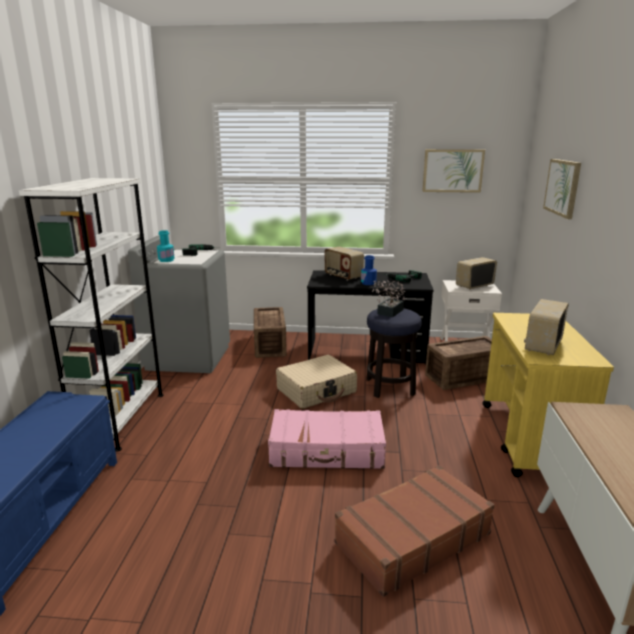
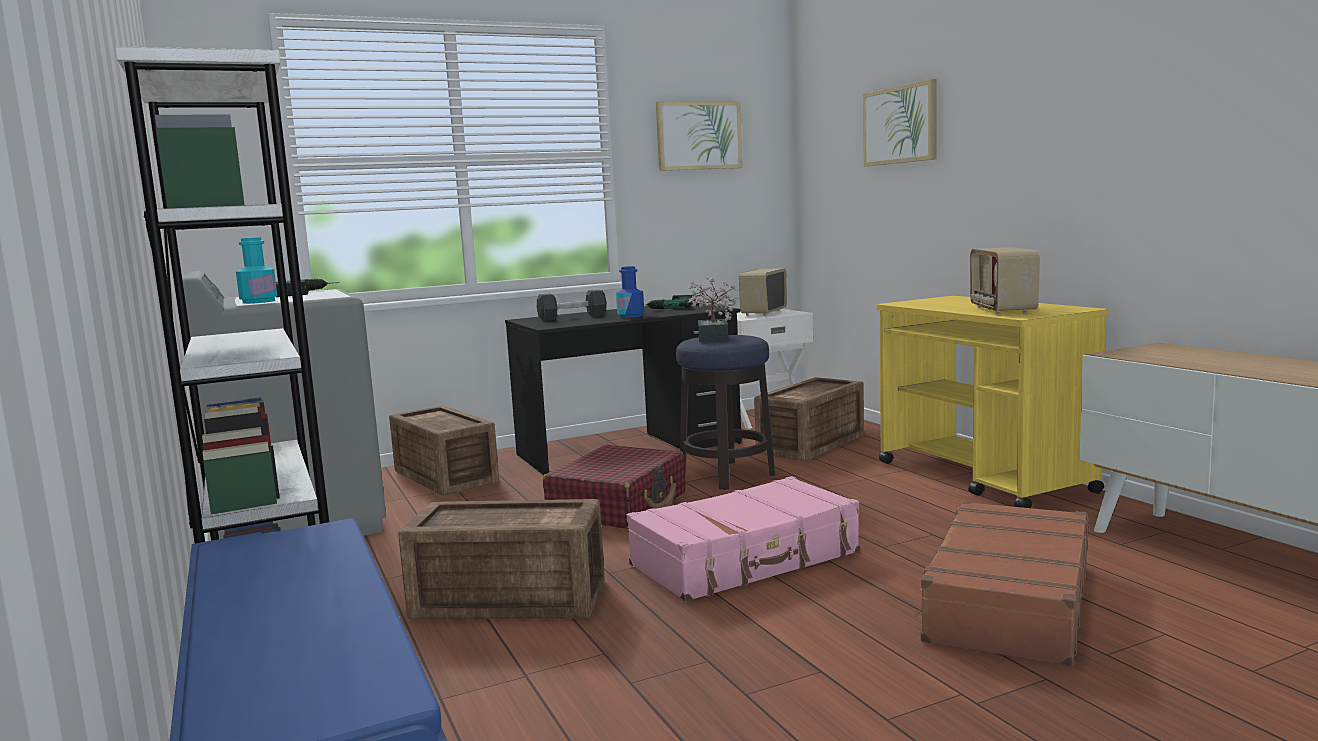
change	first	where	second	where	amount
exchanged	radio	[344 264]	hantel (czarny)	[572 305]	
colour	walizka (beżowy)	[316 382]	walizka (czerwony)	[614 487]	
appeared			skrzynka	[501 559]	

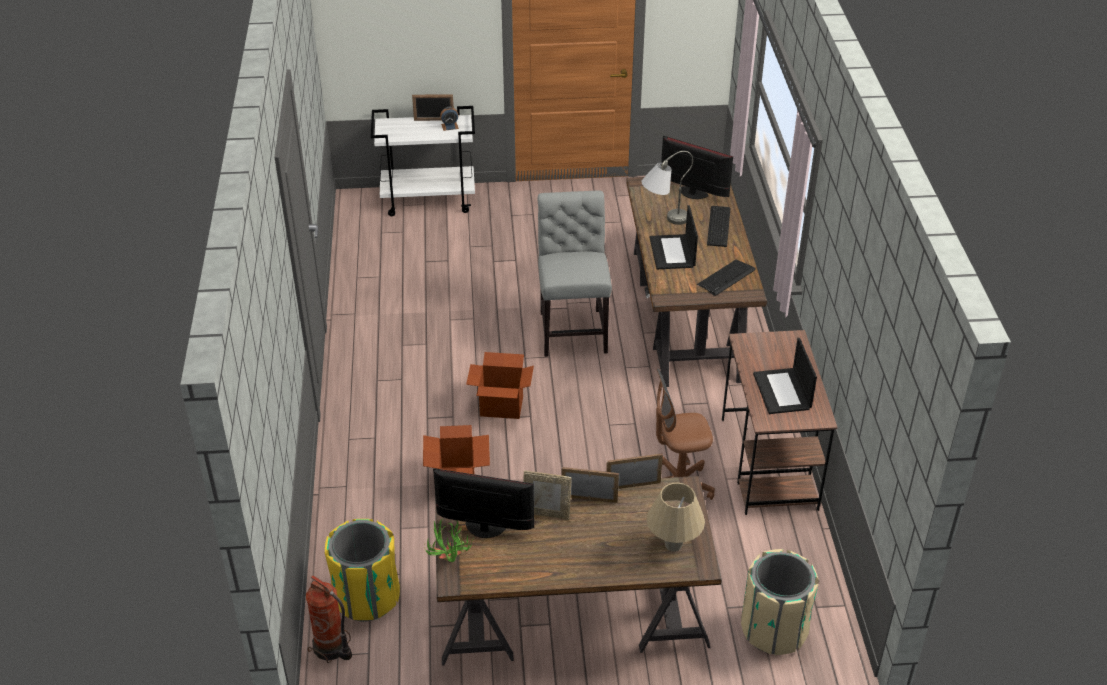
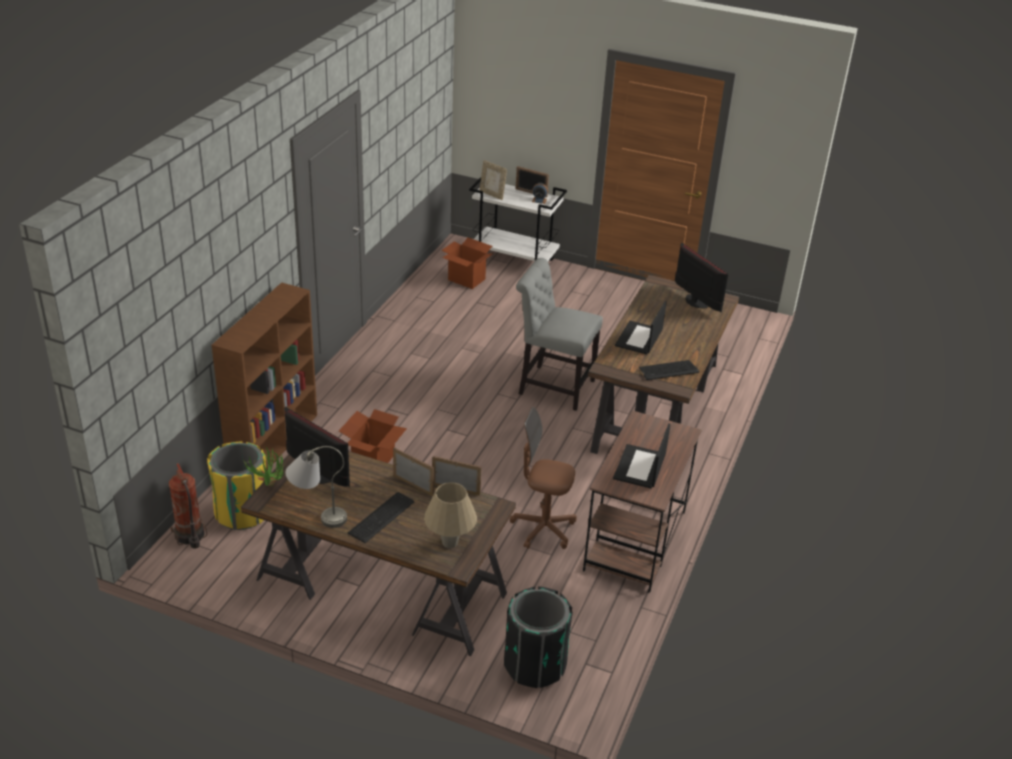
change	first	where	second	where	amount
relocated	lampa stołowa (szary)	[667 188]		[316 487]	
spun	krzesło (szary)	[574 274]		[559 334]	90 degrees counterclockwise
relocated	klawiatura	[719 226]		[381 517]	
relocated	karton	[500 385]		[467 263]	
relocated	ramka na zdjęcie	[547 495]		[493 180]	
colour	kosz na śmieci (beżowy)	[780 602]	kosz na śmieci (czarny)	[538 637]	
appeared			regał (brązowy)	[264 376]	

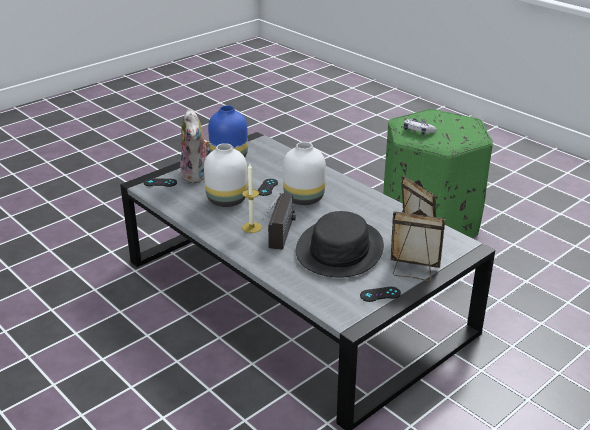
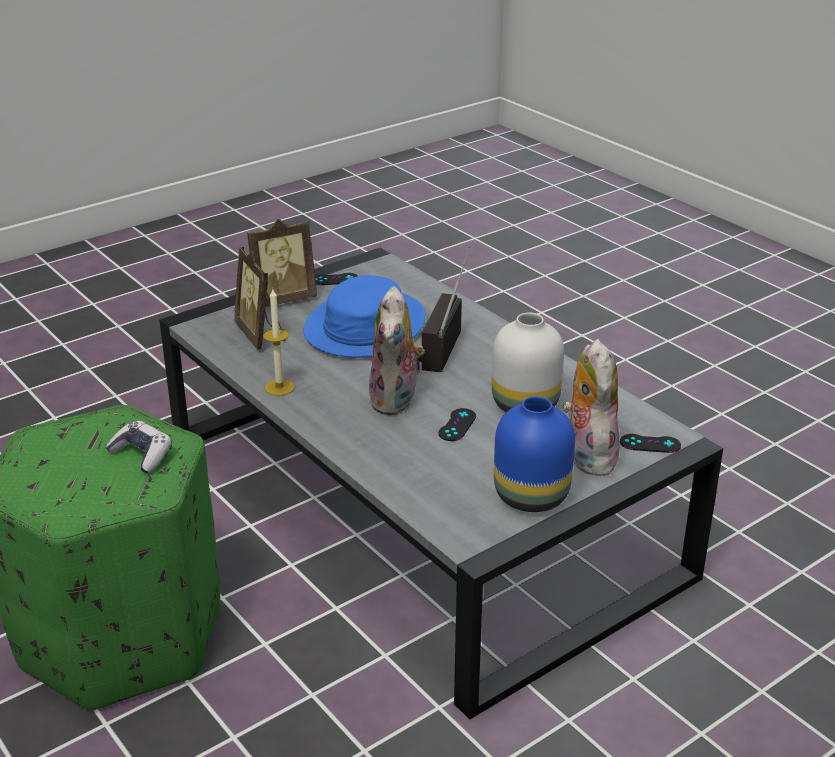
change	first	where	second	where	amount
exchanged	wazon (biały)	[304 173]	pluszak	[397 350]	
relocated	świeca	[252 198]		[279 342]	
spun	ramka na zdjęcie	[418 245]		[282 263]	45 degrees counterclockwise
colour	kapelusz (czarny)	[340 244]	kapelusz (niebieski)	[365 316]	

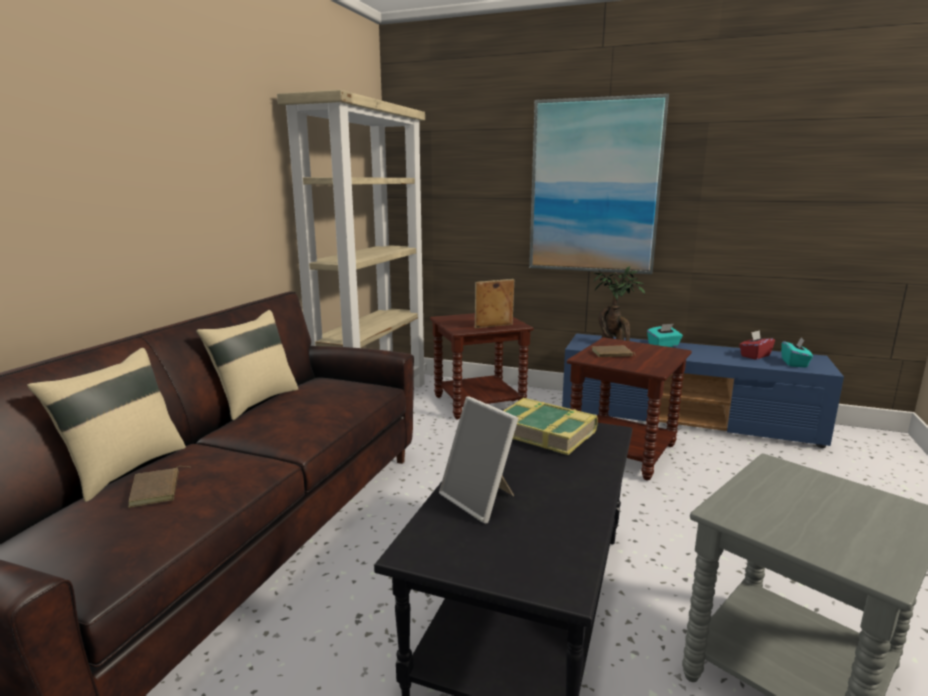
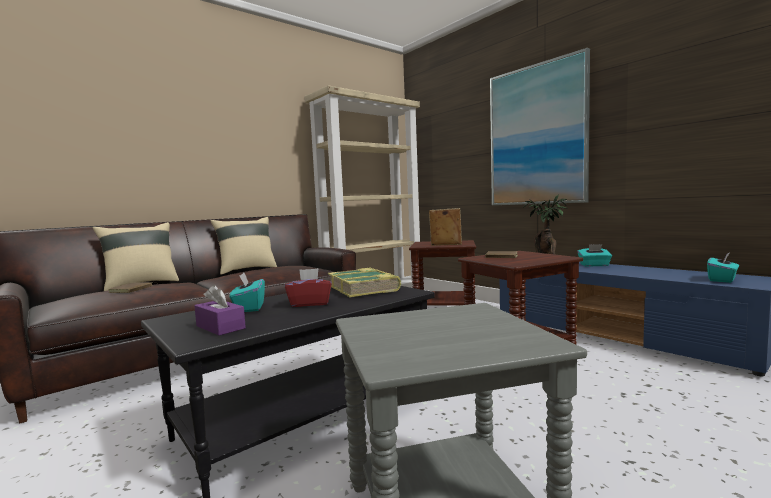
change	first	where	second	where	amount
relocated	pudełko chusteczek (czerwony)	[757 345]		[308 287]	
exchanged	ramka na zdjęcie	[478 459]	pudełko chusteczek (turkusowy)	[247 292]	
appeared			pudełko chusteczek (fioletowy)	[220 310]	

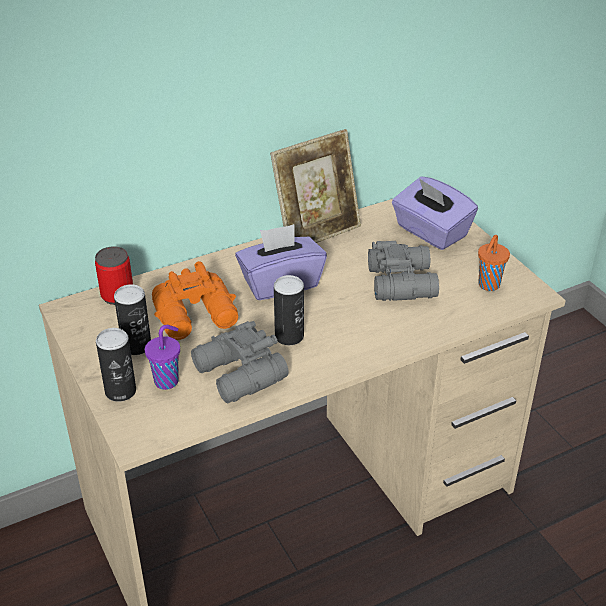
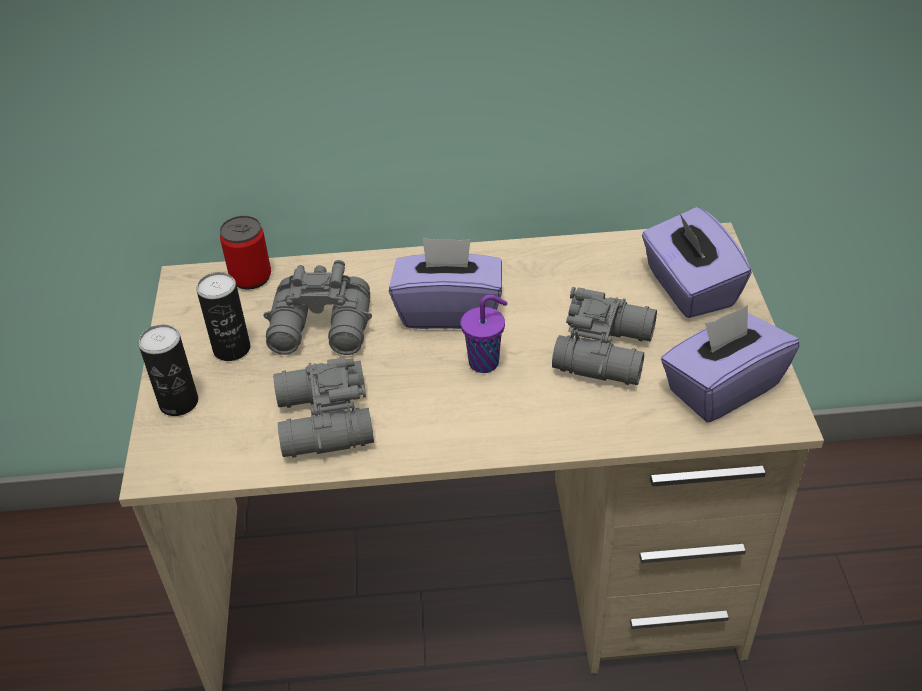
change	first	where	second	where	amount
missing	ramka na zdjęcie	[315 186]			
exchanged	filiżanka (pomarańczowy)	[494 263]	pudełko chusteczek (fioletowy)	[730 364]	
colour	lornetka (pomarańczowy)	[195 300]	lornetka (szary)	[317 307]	
missing	puszka	[289 310]			
relocated	filiżanka (fioletowy)	[162 357]		[484 334]	

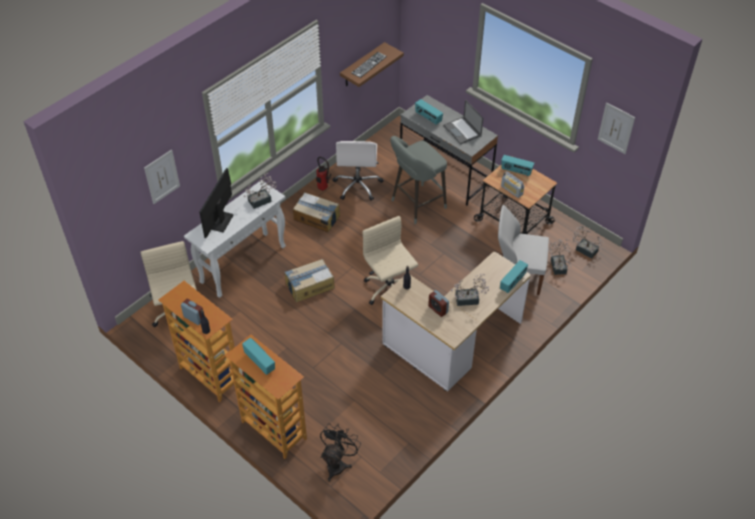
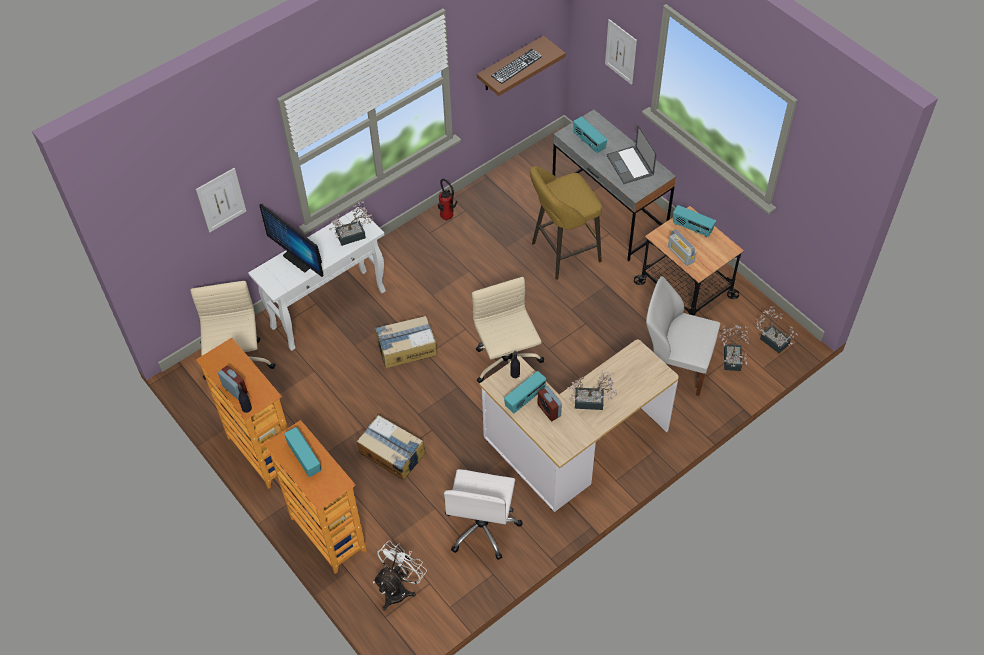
change	first	where	second	where	amount
relocated	obraz	[616 128]		[621 52]	
colour	stołek (szary)	[418 180]	stołek (żółty)	[566 223]	
relocated	krzesło biurowe (biały)	[358 171]		[483 514]	
spun	monitor	[216 203]		[291 240]	75 degrees counterclockwise
relocated	karton	[316 212]		[391 447]	
relocated	radio	[514 276]		[525 392]	
colour	wentylator (czarny)	[340 452]	wentylator (biały)	[400 576]	

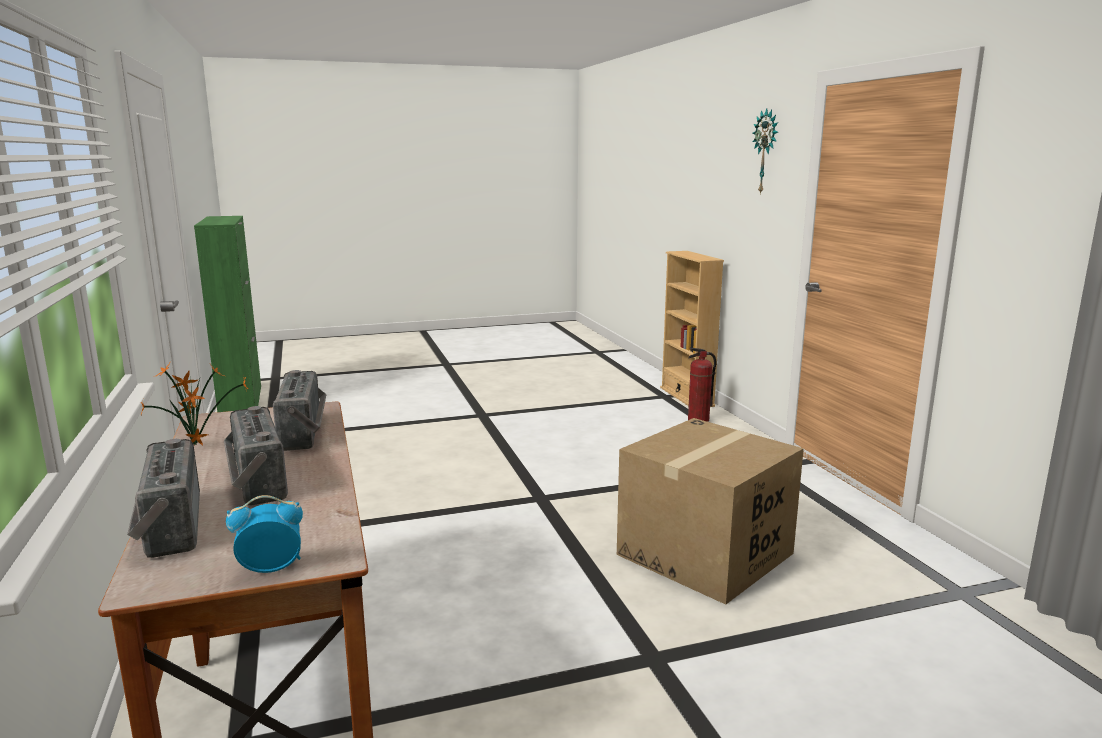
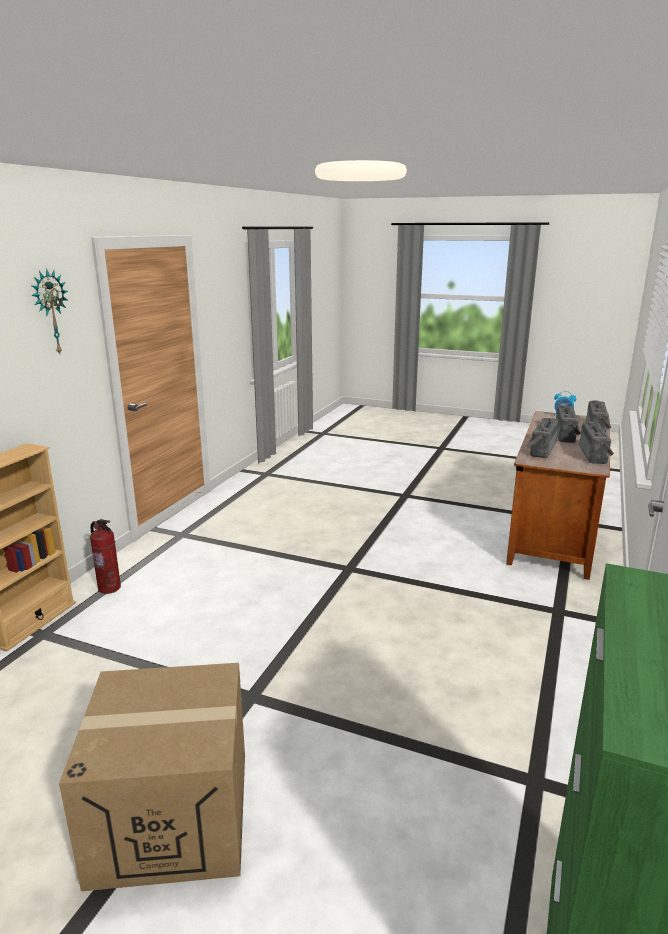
change	first	where	second	where	amount
exchanged	roślina doniczkowa	[194 404]	radio	[596 442]	
relocated	karton	[710 511]		[152 777]	

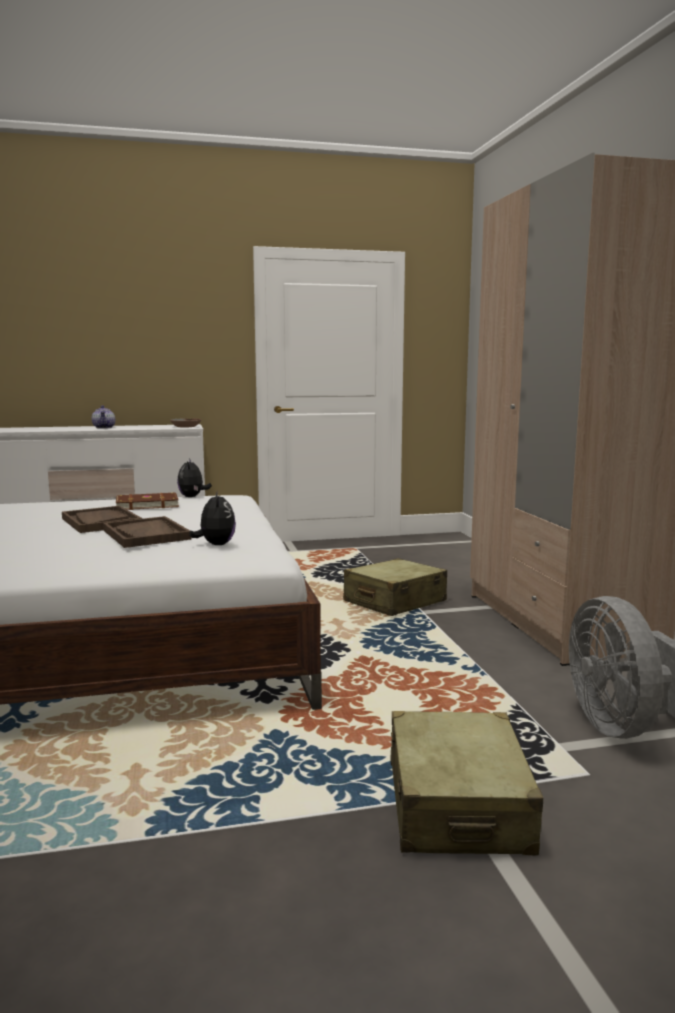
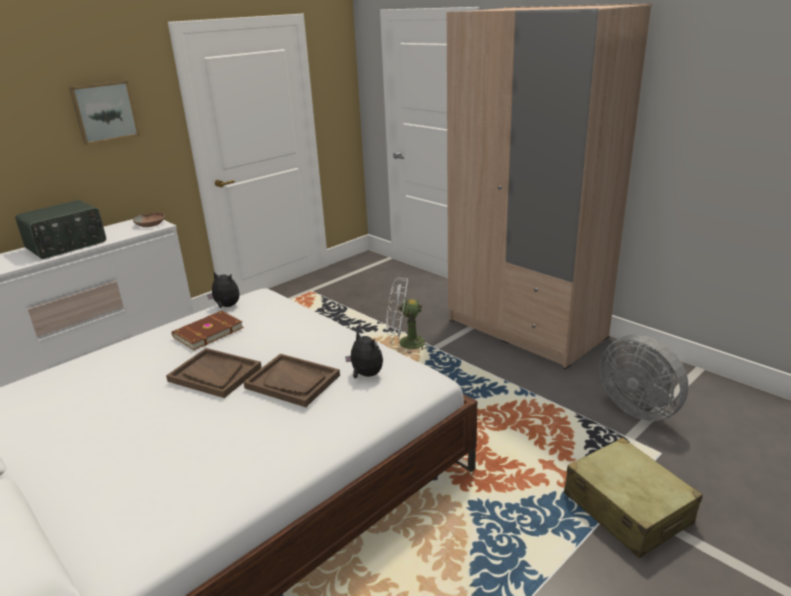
change	first	where	second	where	amount
exchanged	imbryk	[103 417]	radio	[60 229]	
spun	pluszak	[194 477]		[223 290]	150 degrees clockwise
exchanged	walizka (beżowy)	[395 587]	wentylator (biały)	[409 315]	
appeared			obraz	[104 113]	

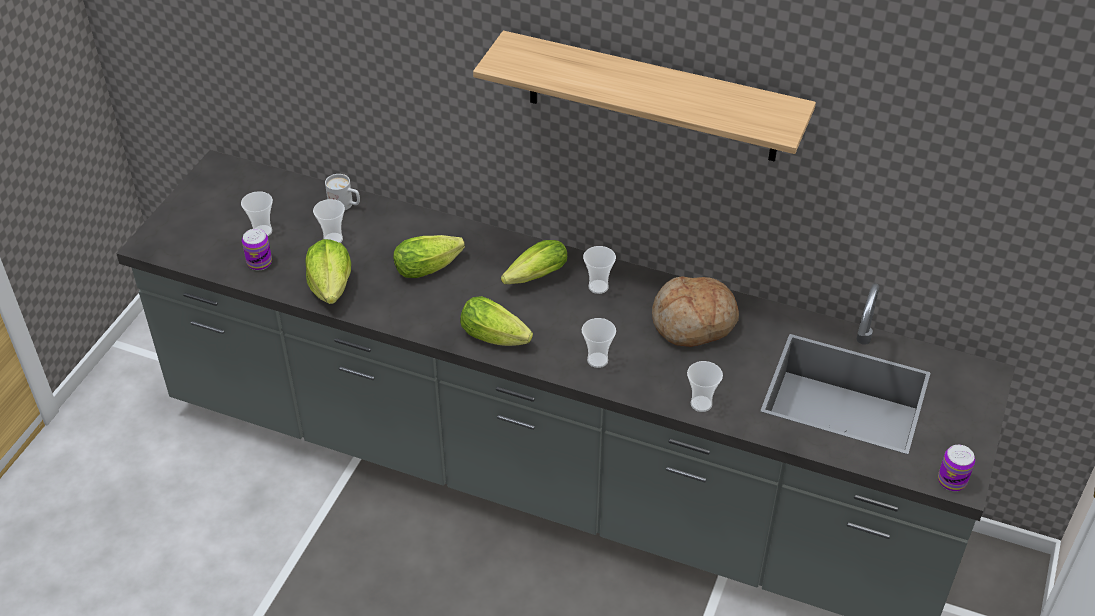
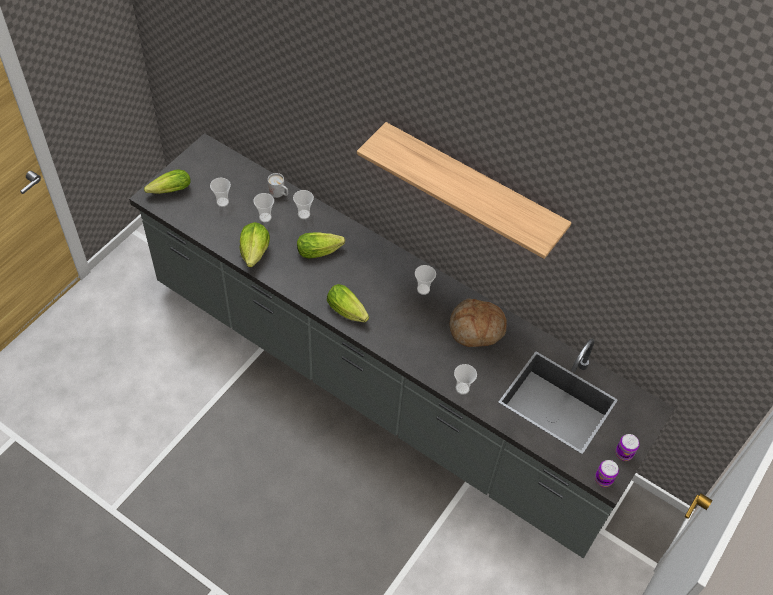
change	first	where	second	where	amount
relocated	puszka	[257 249]		[627 447]	
relocated	sałata	[534 262]		[167 181]	
relocated	filiżanka	[599 343]		[303 204]	

